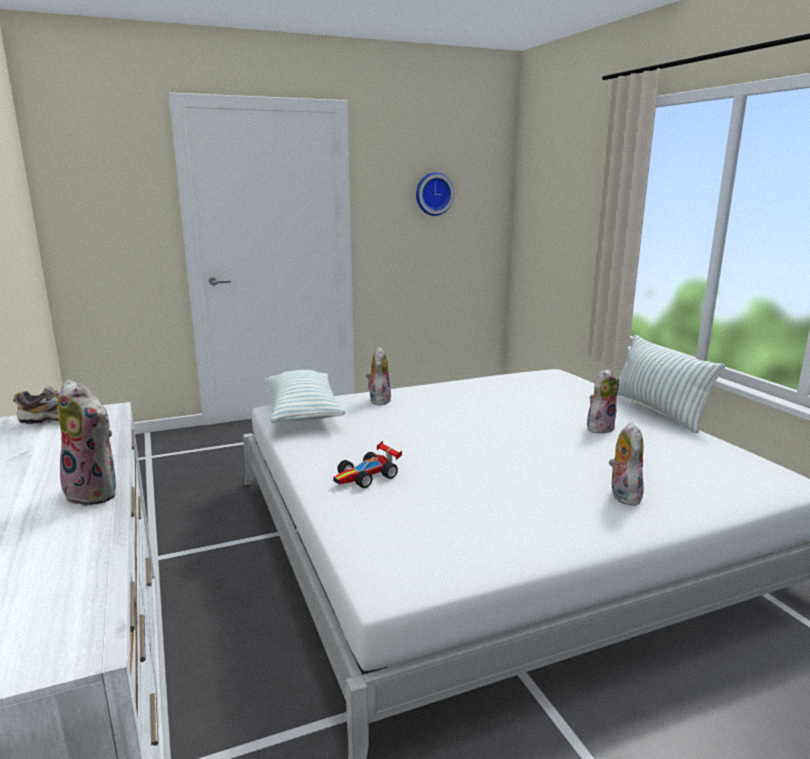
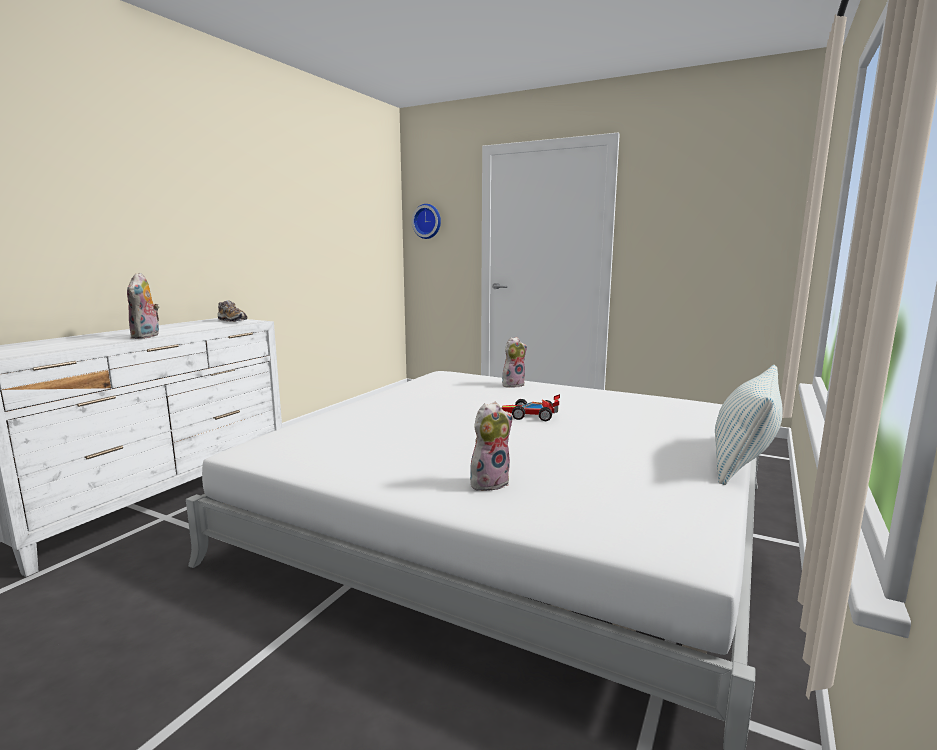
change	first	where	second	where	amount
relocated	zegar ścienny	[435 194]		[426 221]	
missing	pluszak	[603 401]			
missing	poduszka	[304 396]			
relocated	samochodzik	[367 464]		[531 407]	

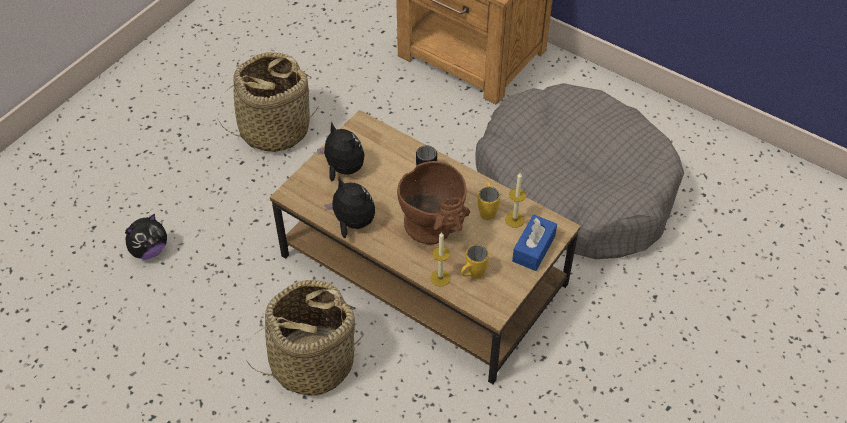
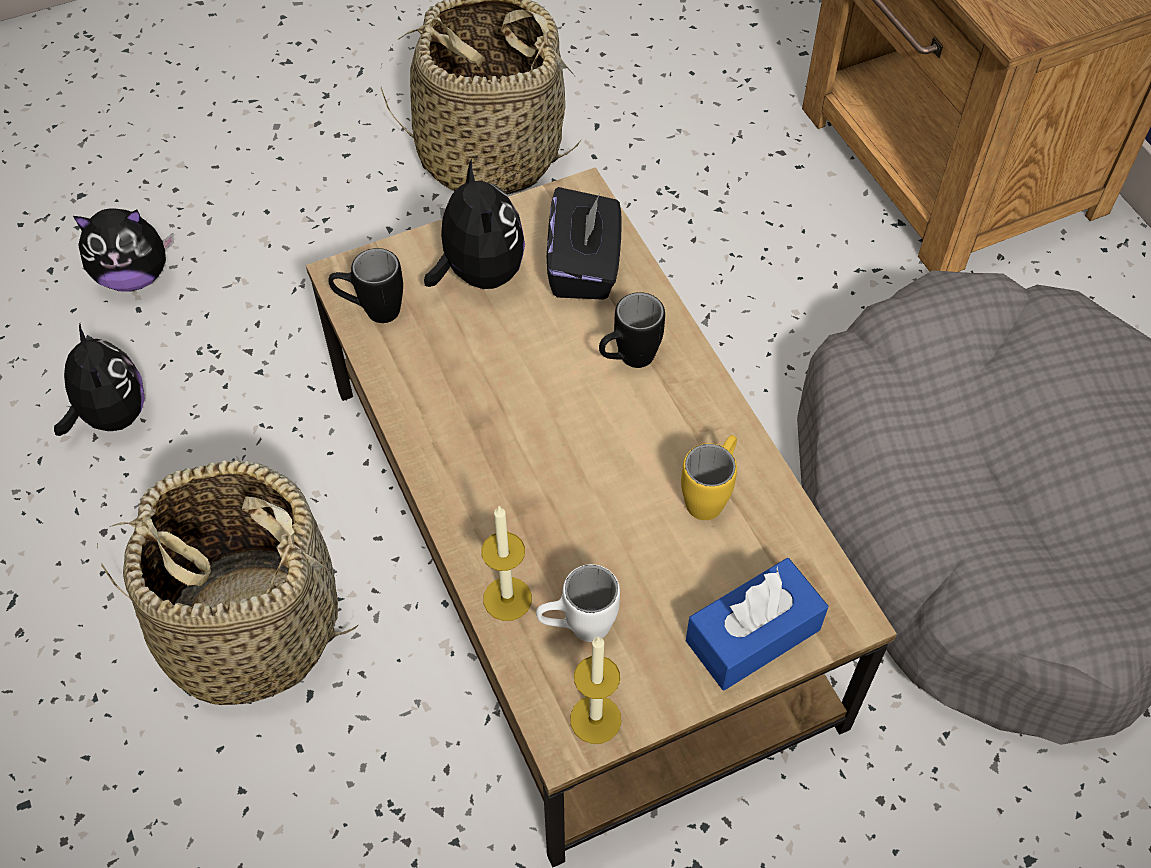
change	first	where	second	where	amount
missing	wazon (brązowy)	[433 202]			
relocated	świeca	[515 200]		[595 690]	
relocated	pluszak	[349 207]		[99 380]	
colour	kubek (żółty)	[475 262]	kubek (biały)	[578 603]	
appeared			pudełko chusteczek (czarny)	[584 243]	
appeared			kubek (czarny)	[365 285]	

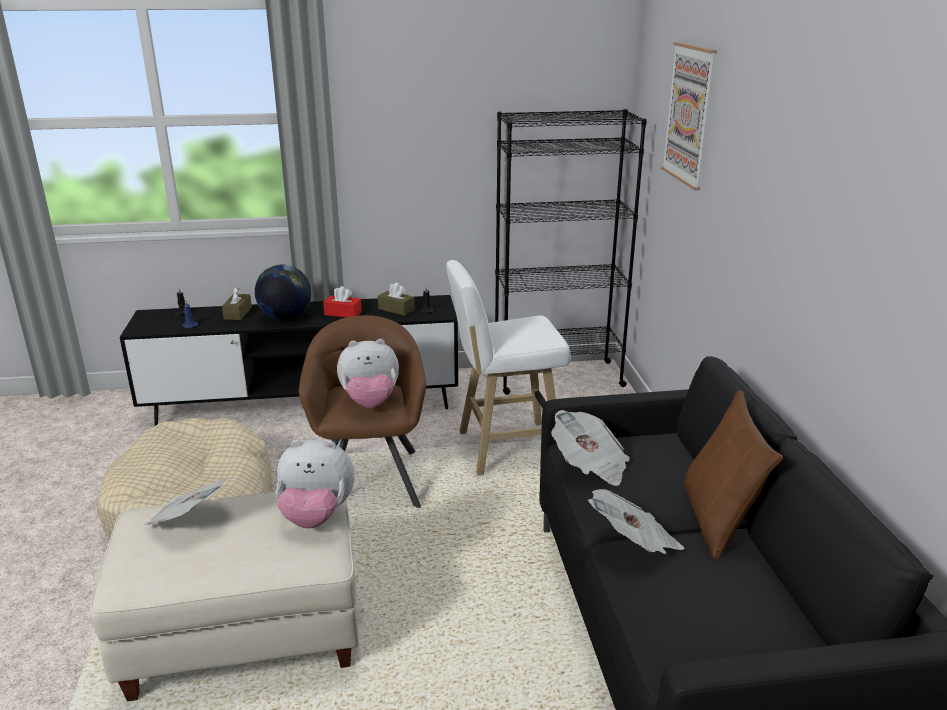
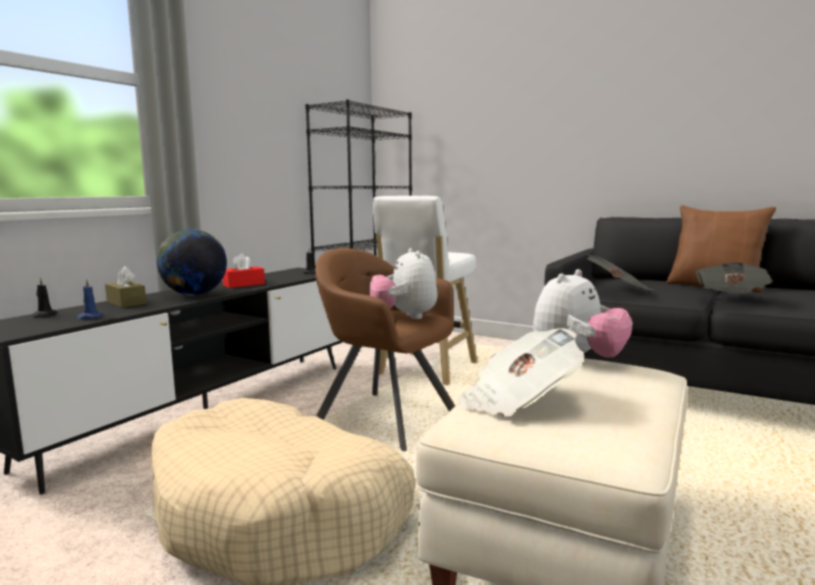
change	first	where	second	where	amount
missing	obraz	[689 116]			
missing	pudełko chusteczek (brązowy)	[396 299]			
spun	pluszak	[368 373]		[403 283]	135 degrees clockwise

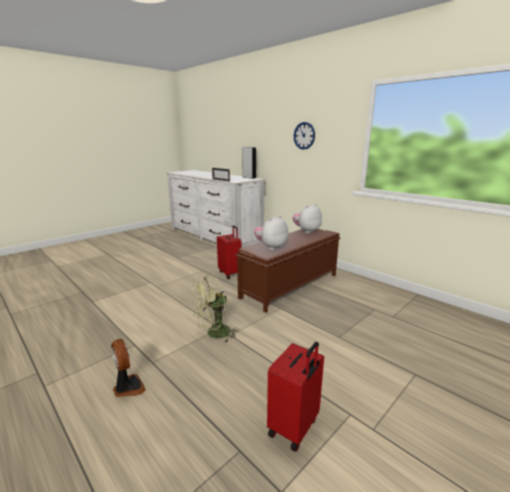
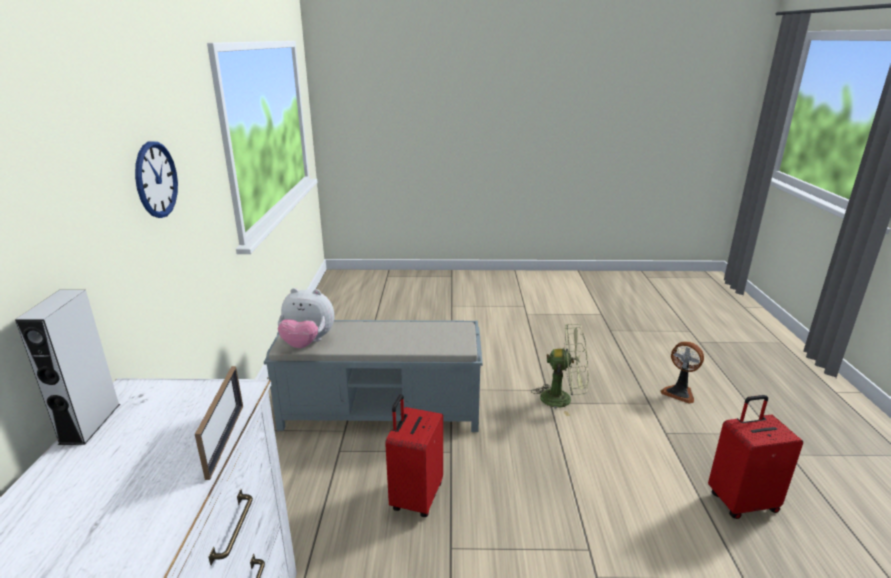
change	first	where	second	where	amount
missing	pluszak	[271 232]			
colour	ławka (brązowy)	[288 271]	ławka (szary)	[373 376]	
spun	wentylator	[128 368]		[682 372]	60 degrees counterclockwise
relocated	walizka (czerwony)	[295 397]		[755 457]	

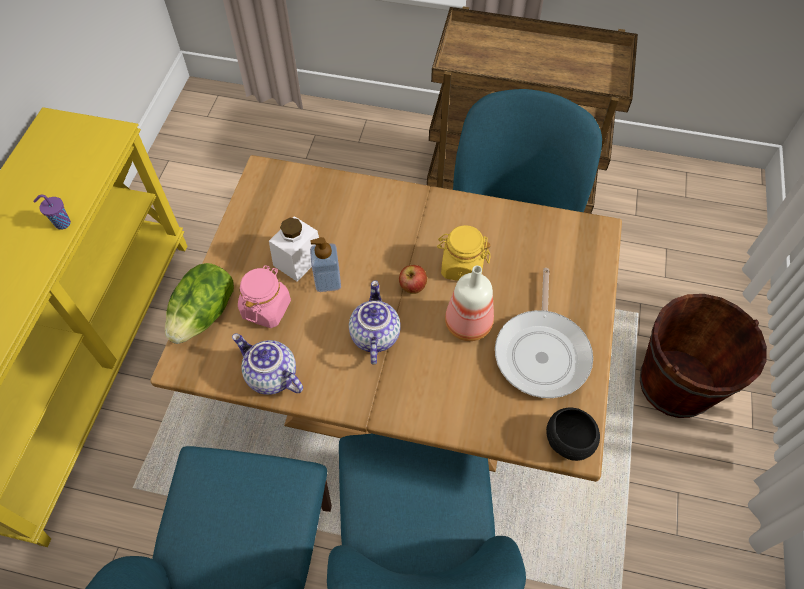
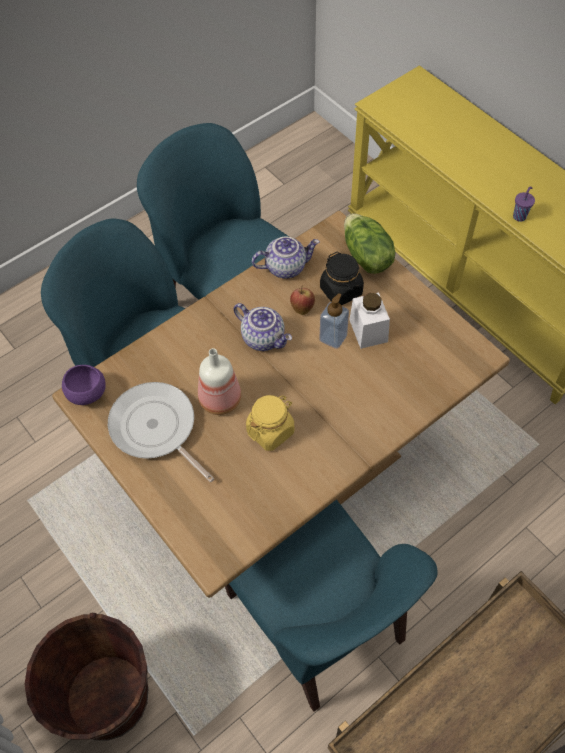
change	first	where	second	where	amount
colour	słoik (różowy)	[264 296]	słoik (czarny)	[342 278]	
relocated	jabłko	[413 279]		[302 300]	
colour	miska (czarny)	[573 434]	miska (fioletowy)	[84 385]	

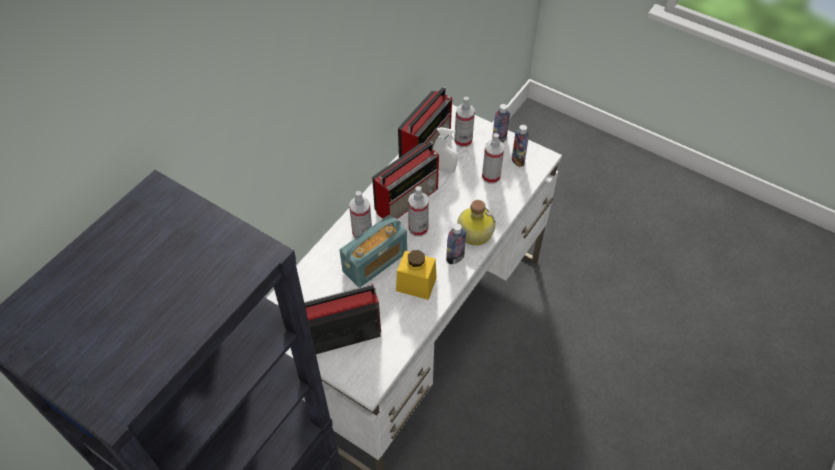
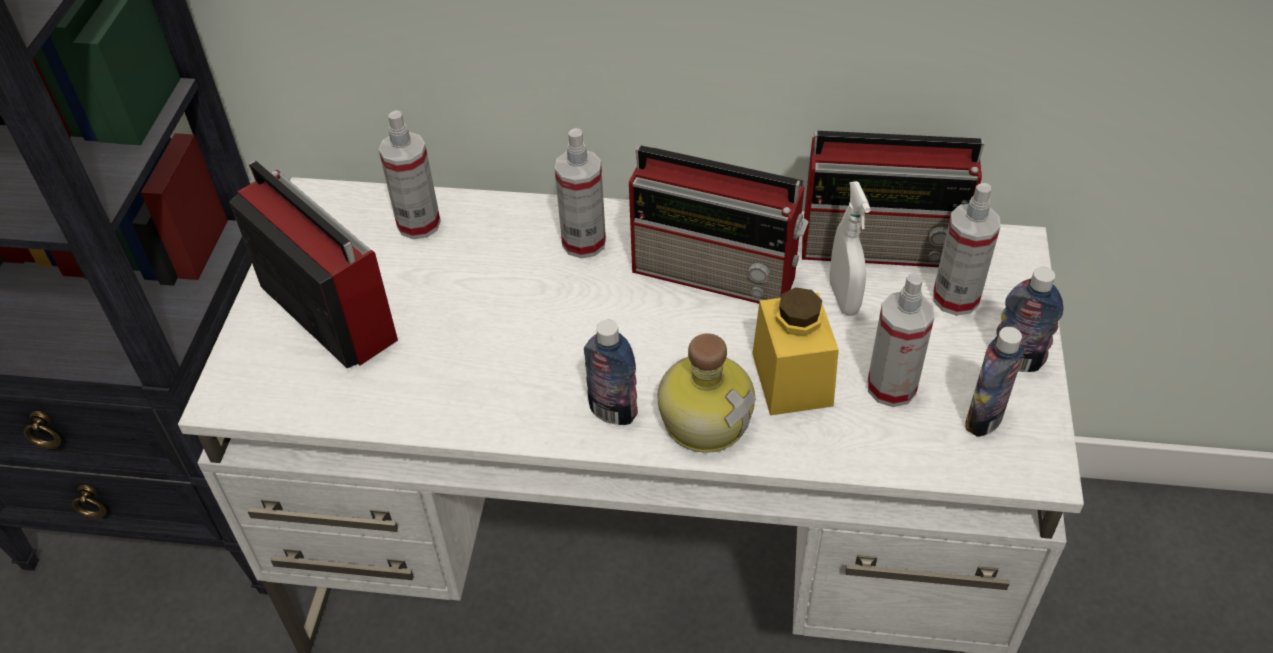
change	first	where	second	where	amount
relocated	spryskiwacz	[418 211]		[410 174]	
missing	radio	[373 251]			
relocated	słoik (żółty)	[416 275]		[795 351]	

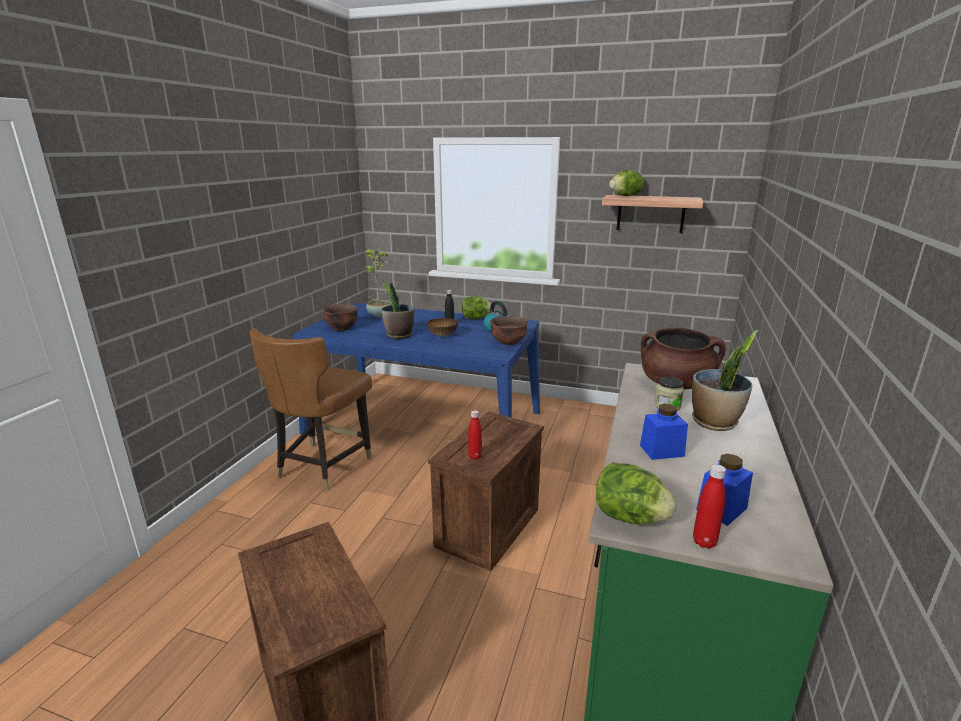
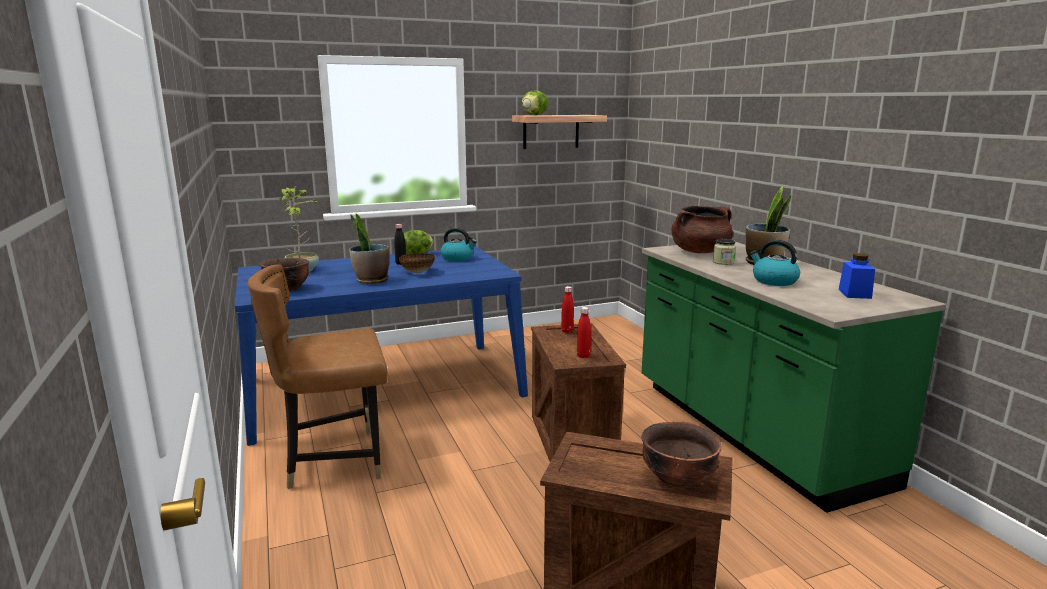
change	first	where	second	where	amount
relocated	miska (brązowy)	[509 330]		[681 454]	
spun	krzesło (brązowy)	[311 409]		[318 376]	90 degrees clockwise
exchanged	słoik (niebieski)	[664 432]	czajnik	[774 263]	
missing	sałata	[636 493]			
relocated	butelka (czerwony)	[709 506]		[567 309]	

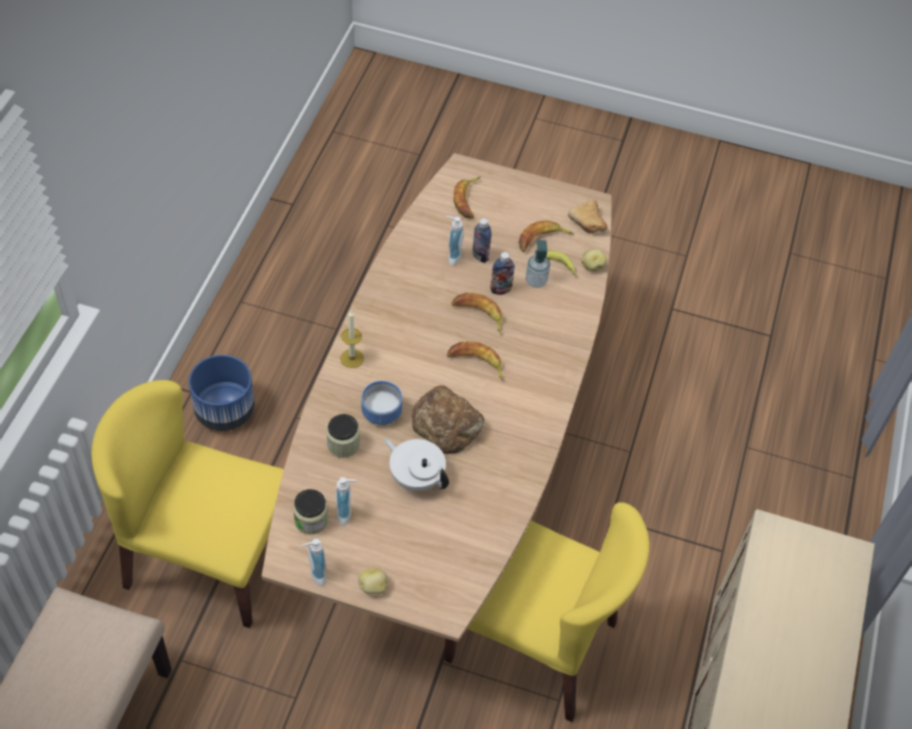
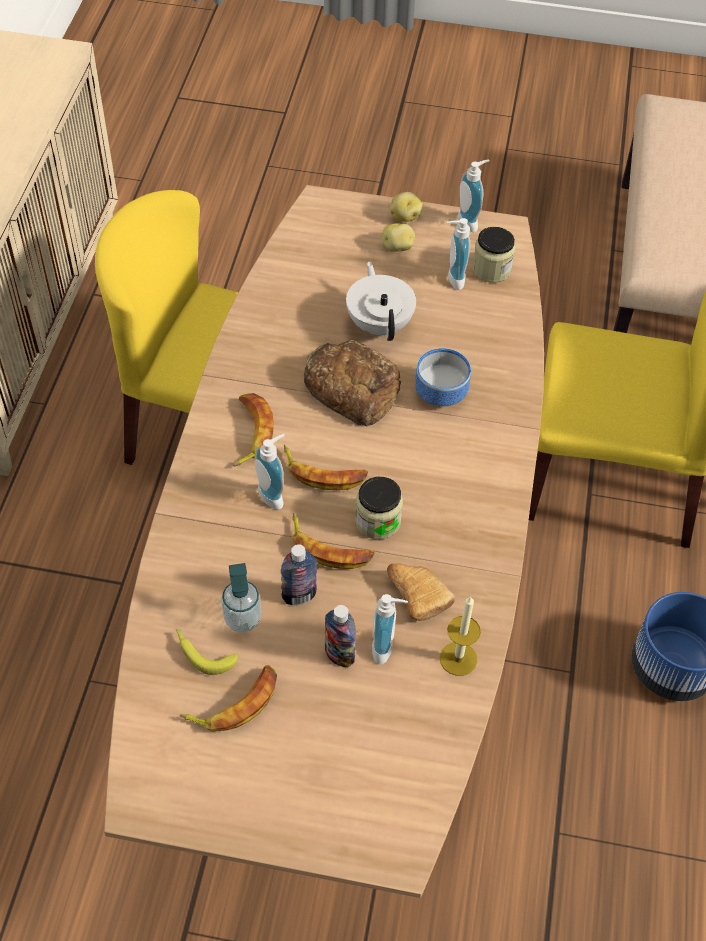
change	first	where	second	where	amount
relocated	banan	[467 198]		[254 429]	
relocated	chleb	[587 216]		[421 592]	
relocated	ziemniak	[594 260]		[398 237]	
relocated	świeca	[352 339]		[460 636]	
relocated	słoik	[343 436]		[379 508]	
spun	imbryk (biały)	[416 464]		[381 301]	135 degrees counterclockwise
appeared			dozownik mydła	[270 472]	

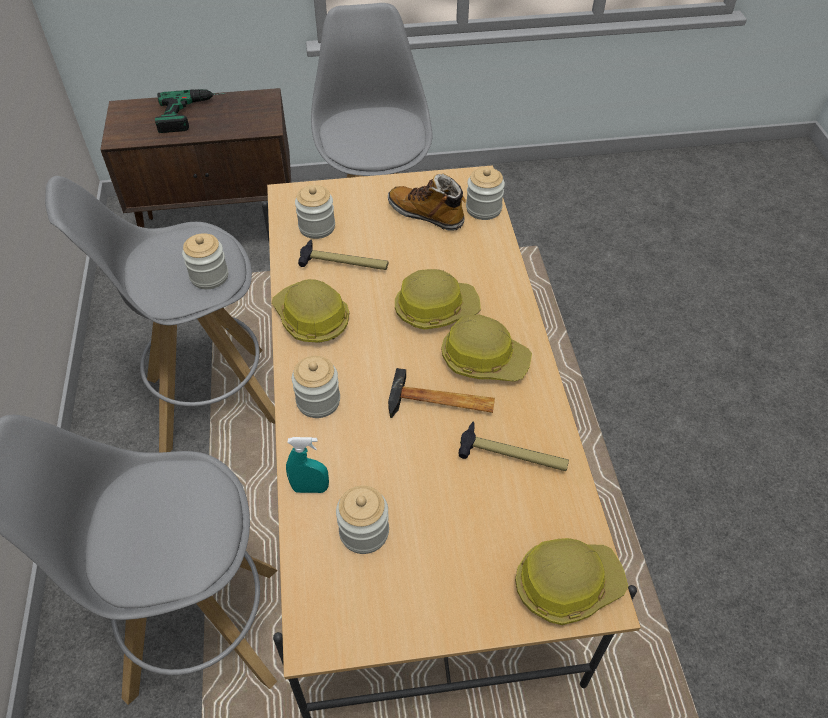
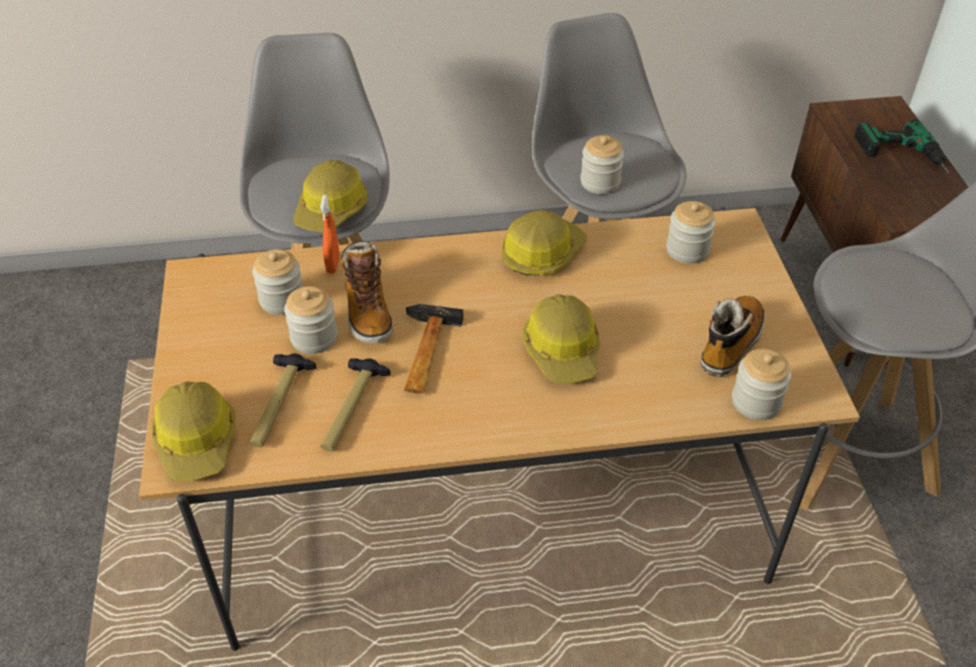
change	first	where	second	where	amount
relocated	młotek	[343 254]		[283 400]	
relocated	kask	[486 348]		[330 196]	
relocated	słoik	[316 387]		[310 320]	
colour	spryskiwacz (turkusowy)	[307 465]	spryskiwacz (pomarańczowy)	[329 234]	
appeared			but z cholewką	[367 292]	

